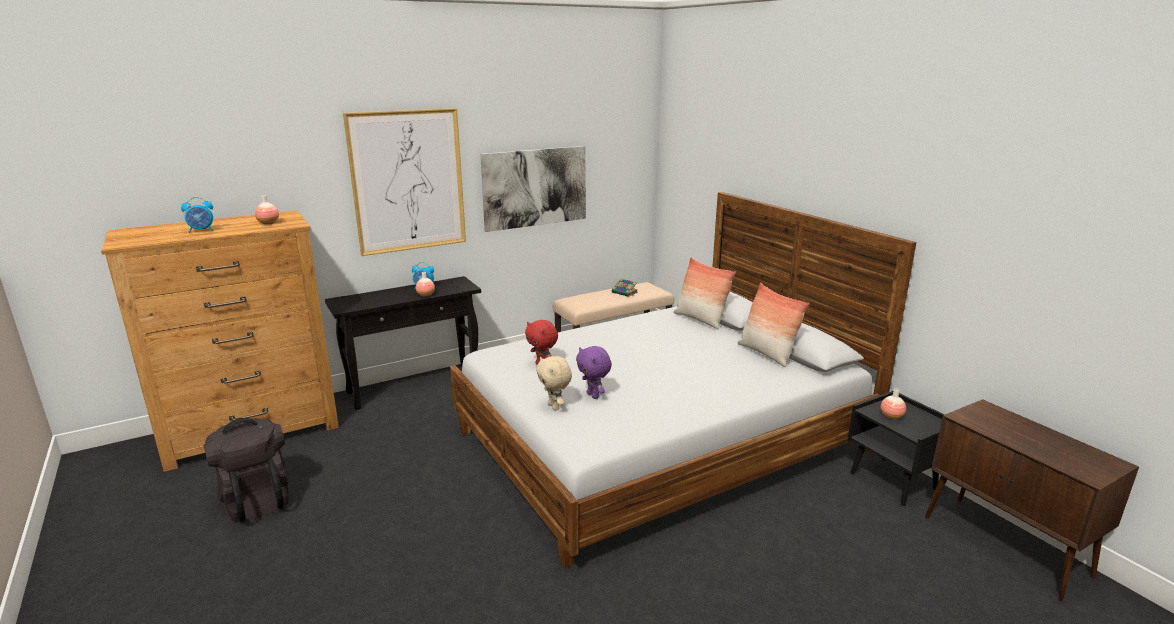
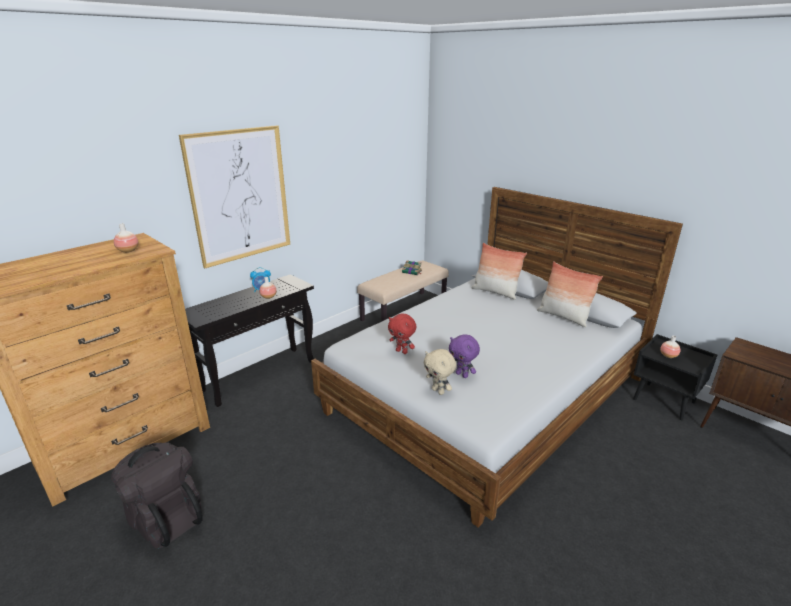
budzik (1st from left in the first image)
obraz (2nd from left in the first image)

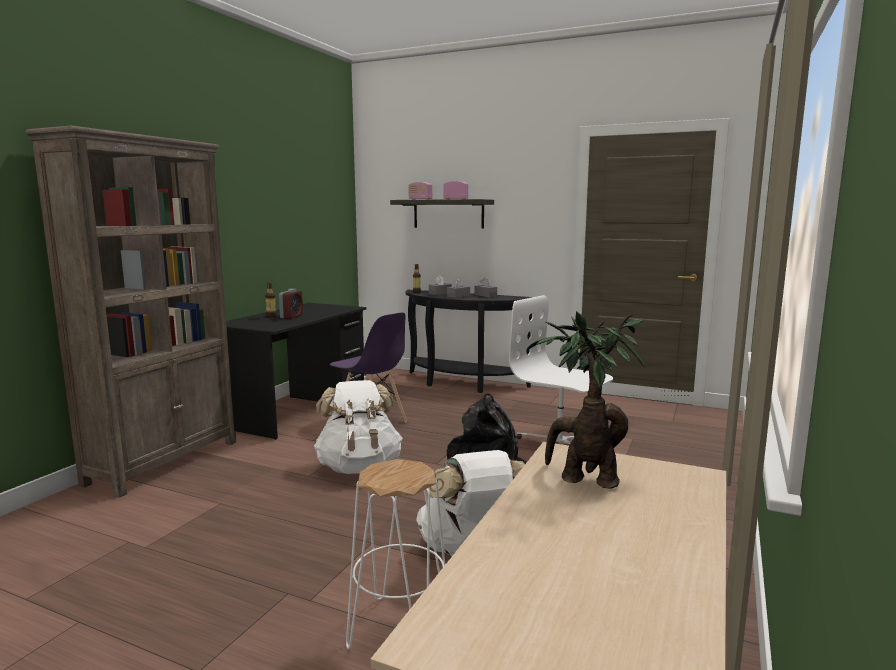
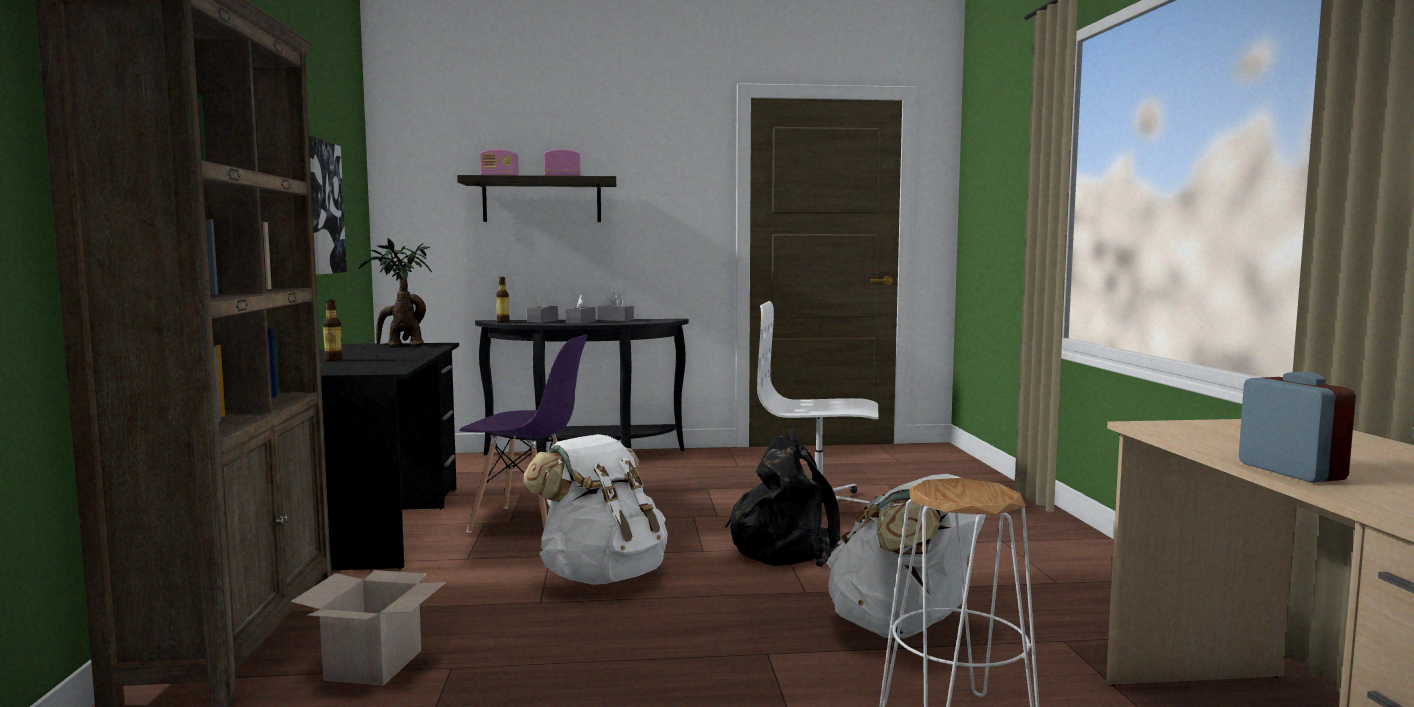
karton
obraz
roślina doniczkowa
budzik

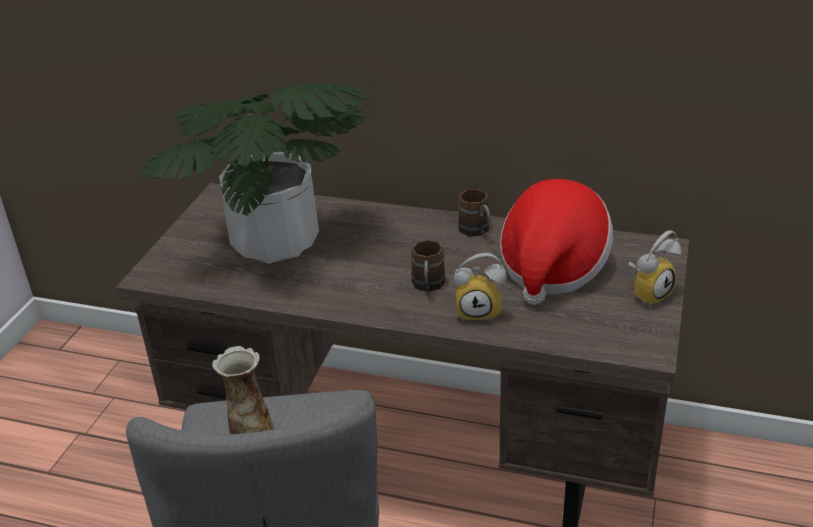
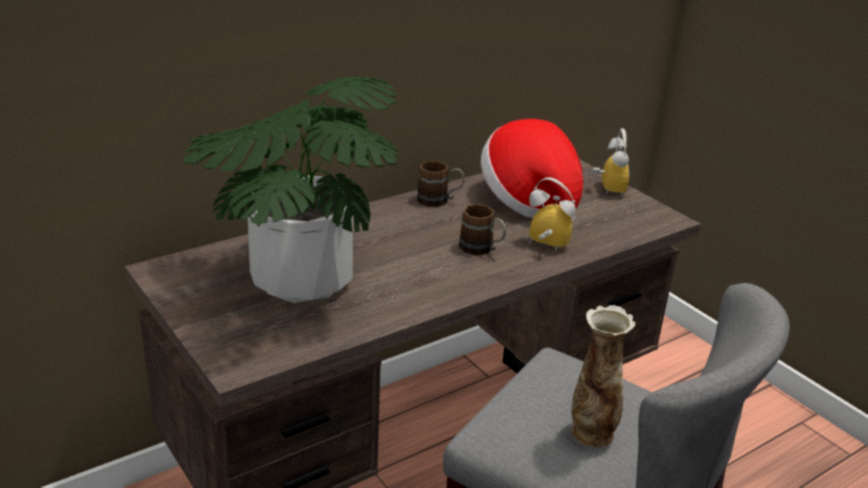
budzik (1st from left)

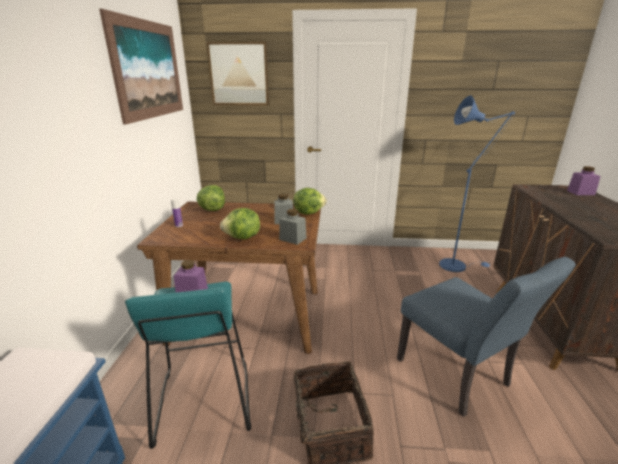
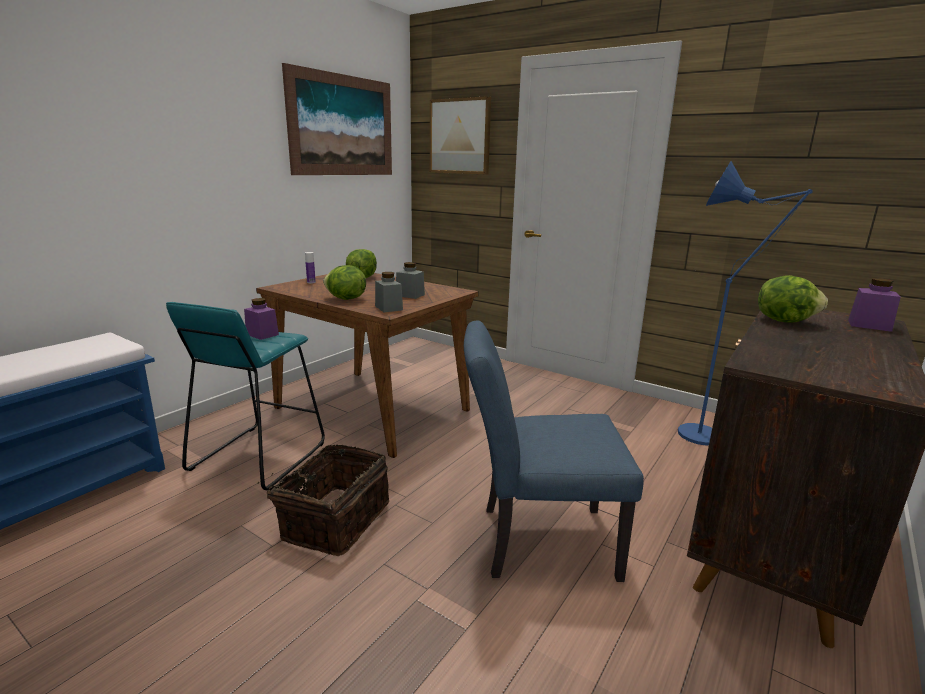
krzesło/niebieski
sałata (3rd from left)

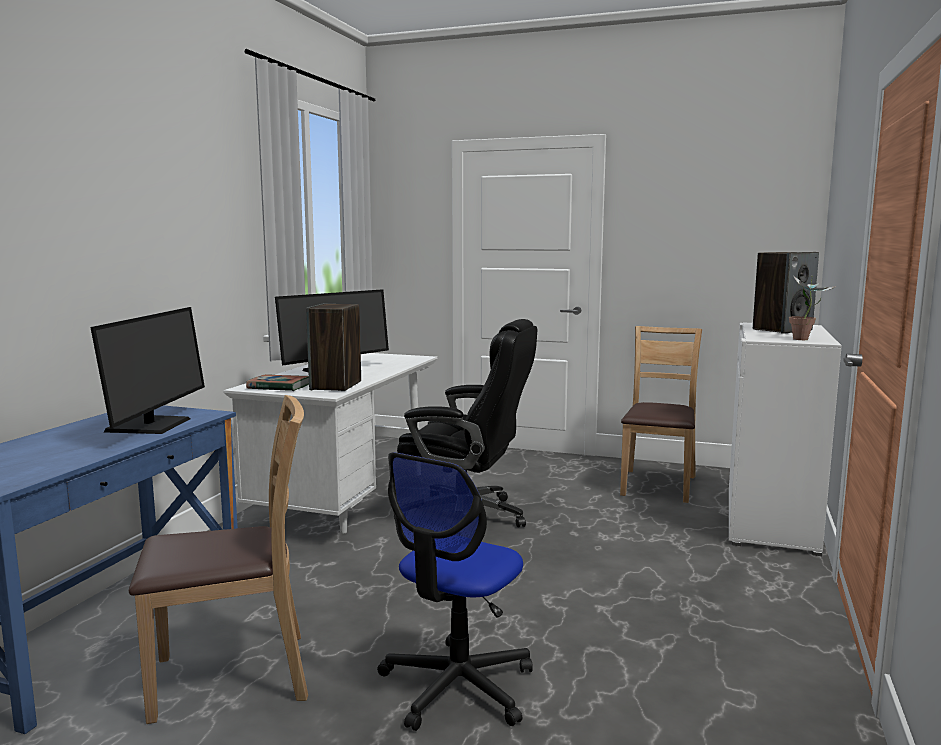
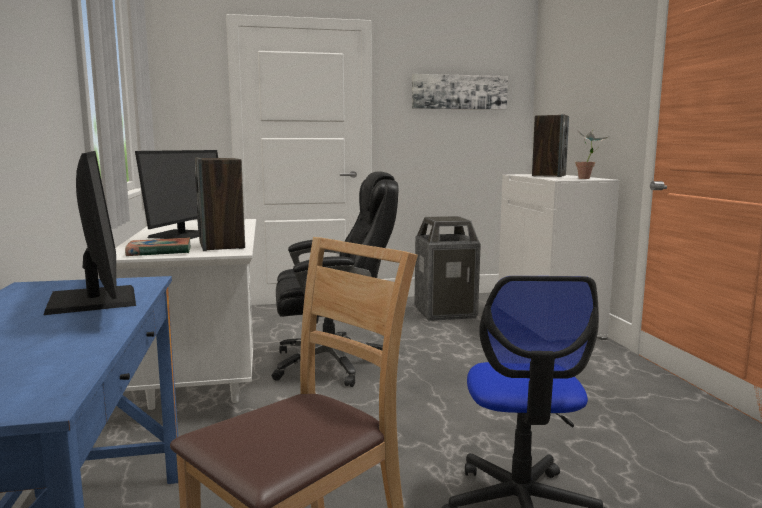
obraz
kosz na śmieci

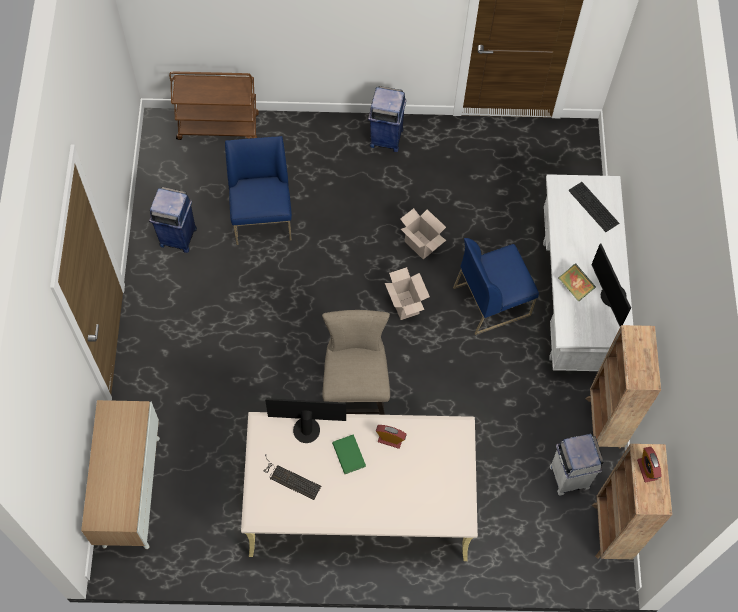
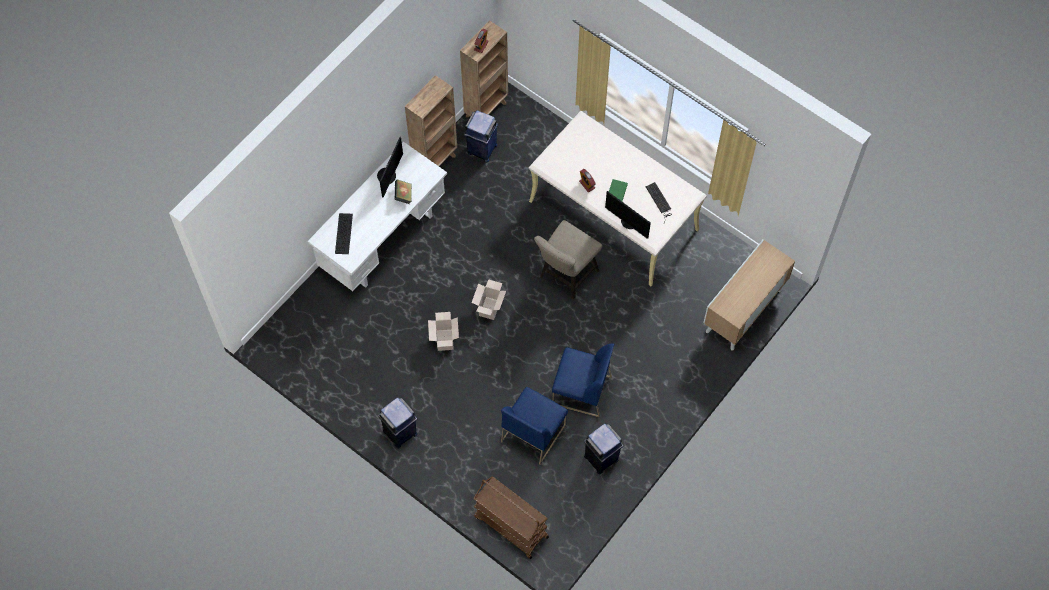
kosz na śmieci/niebieski (2nd from left)
krzesło/niebieski (2nd from left)

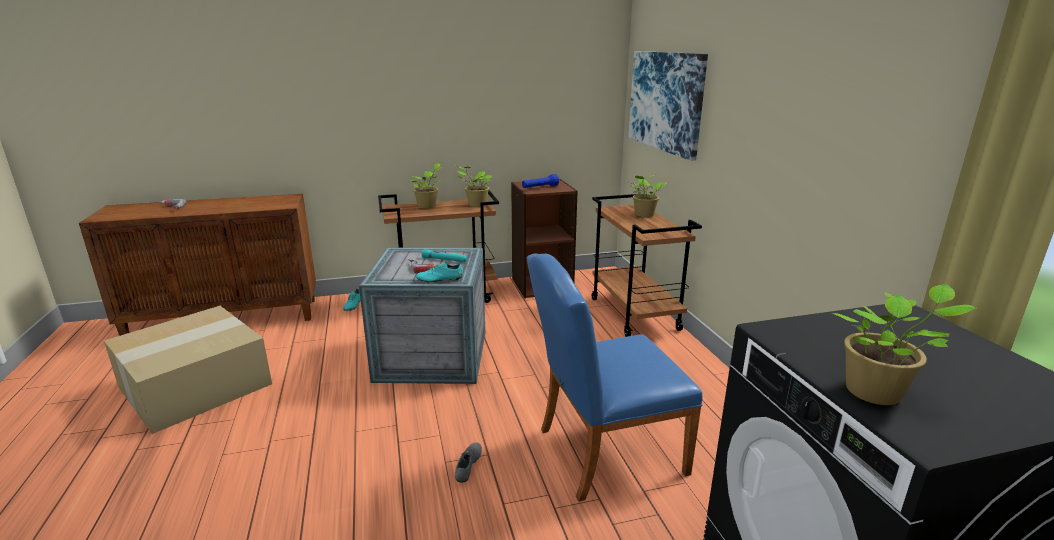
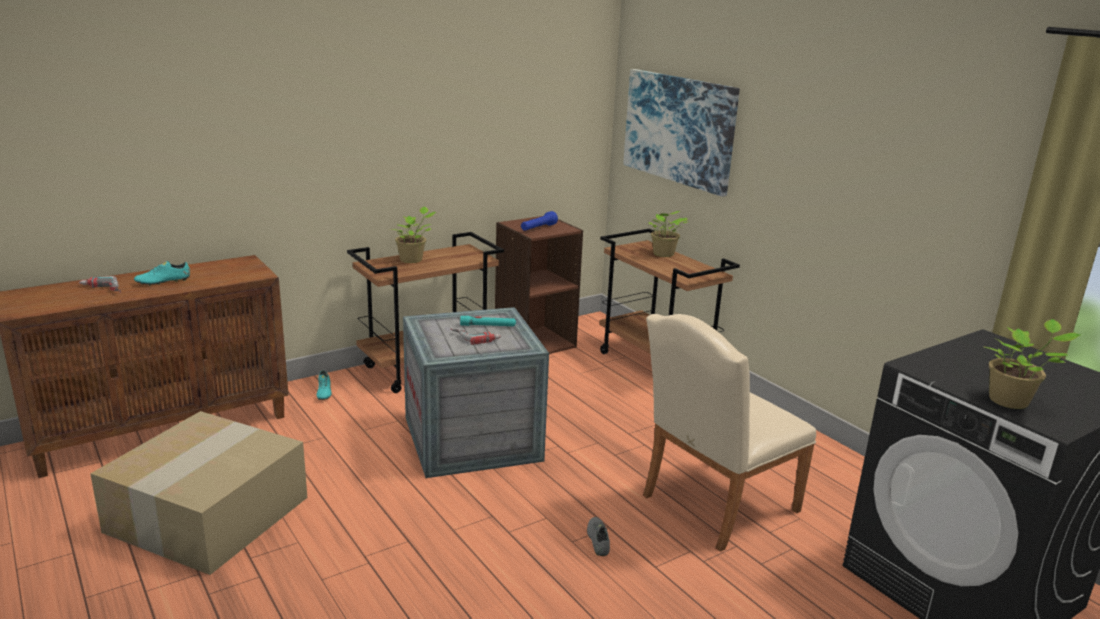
but/turkusowy (1st from left)
krzesło/beżowy
roślina doniczkowa (2nd from left in the first image)

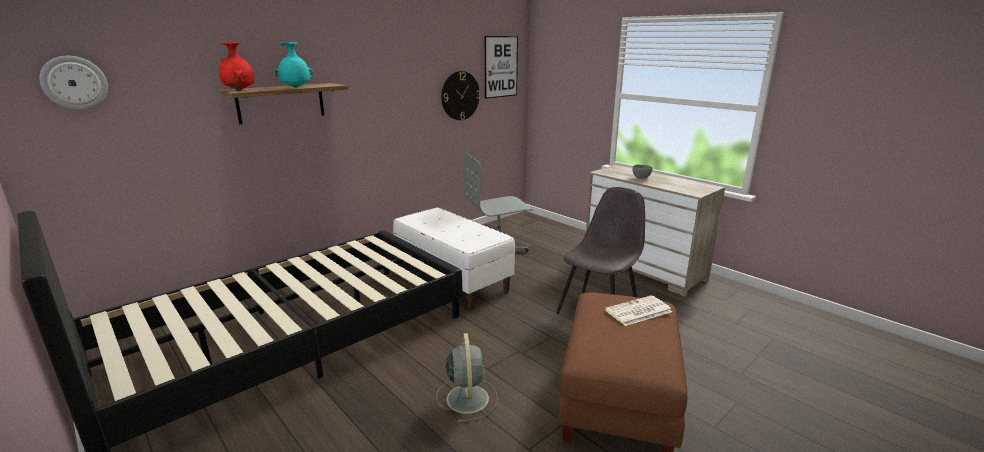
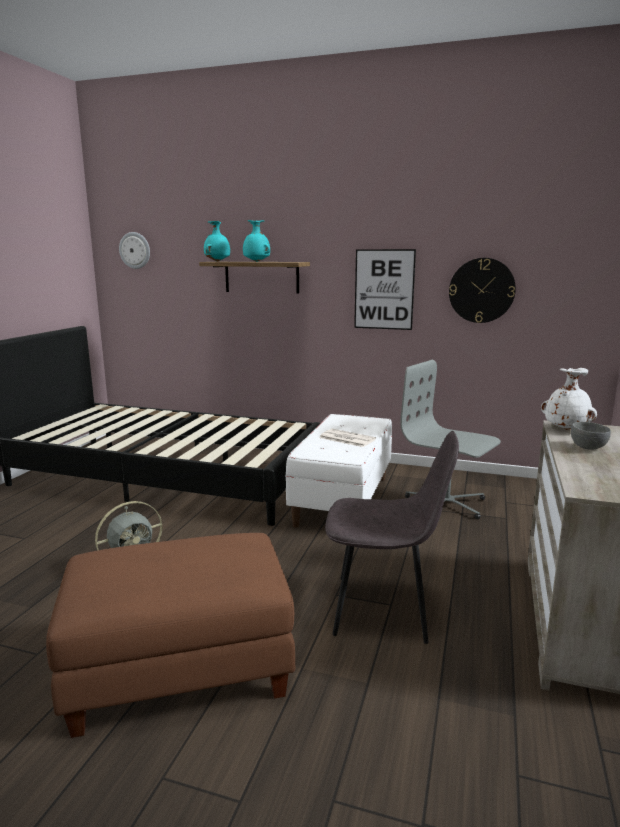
wazon/turkusowy (1st from left)
gazeta
obraz
wazon/biały

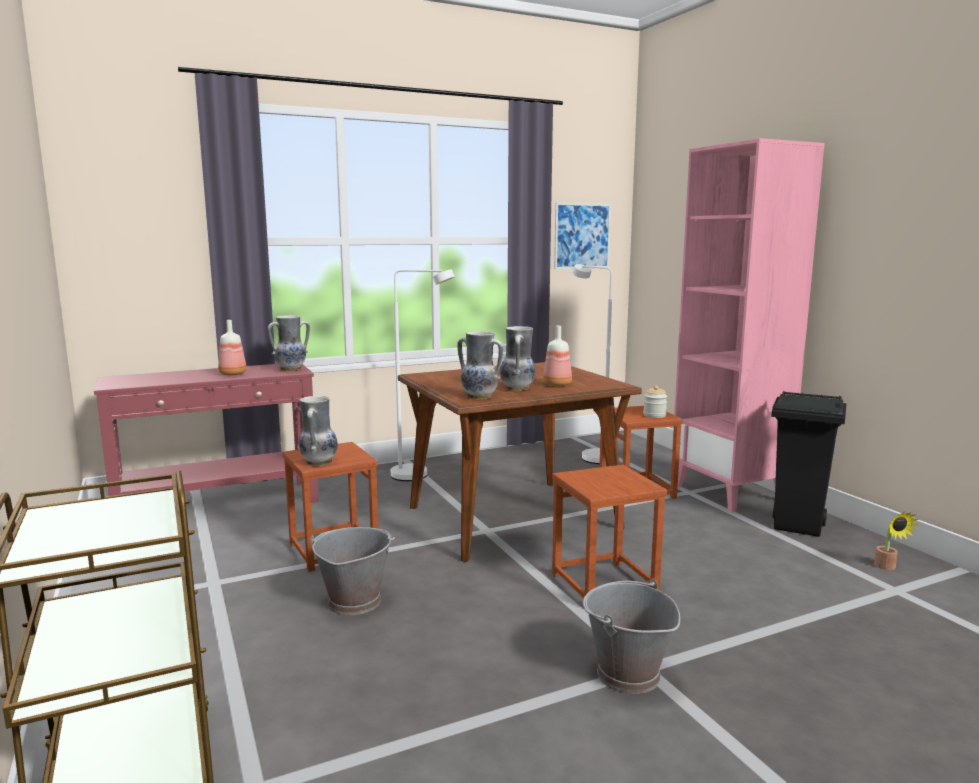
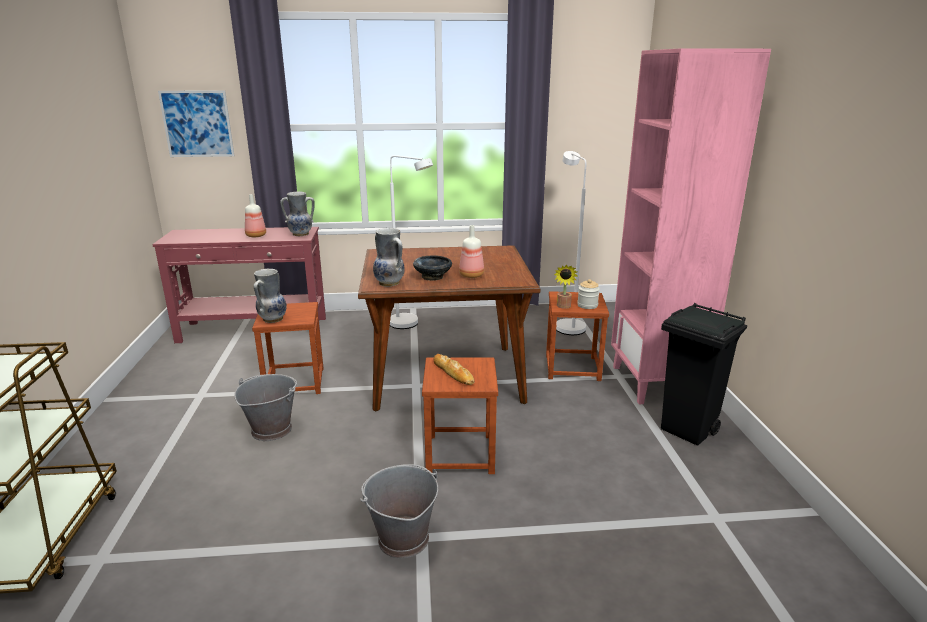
obraz
miska/czarny
chleb
roślina doniczkowa

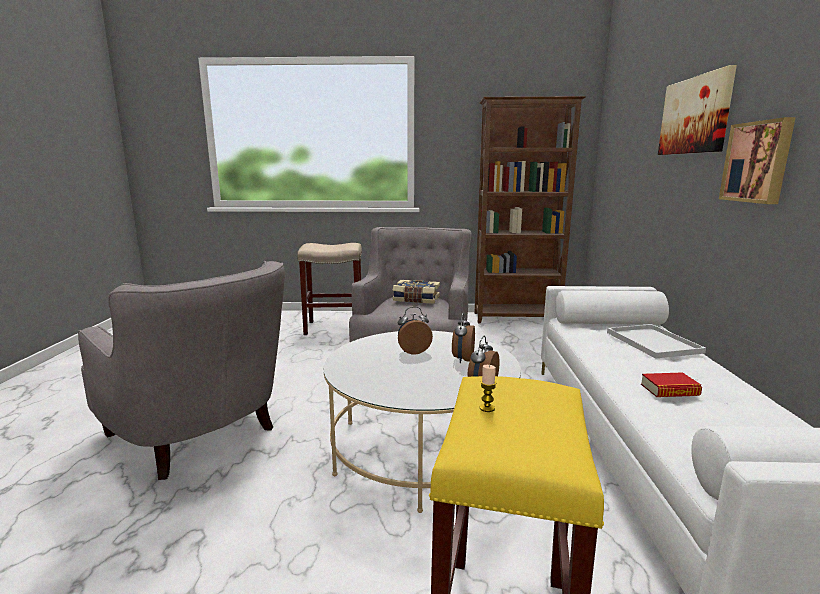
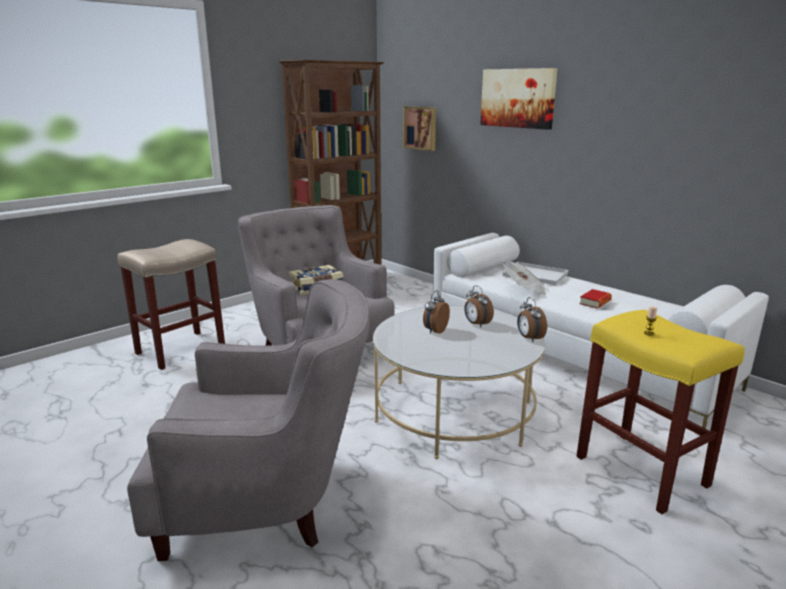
obraz (1st from left)
gazeta

